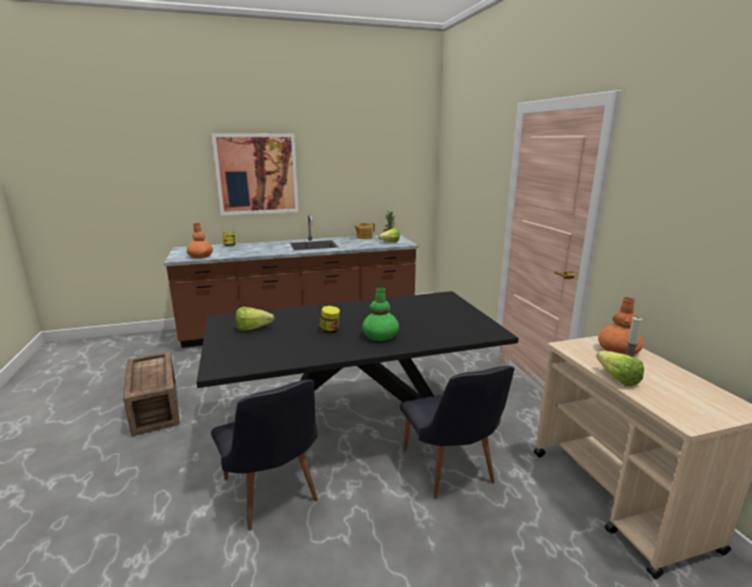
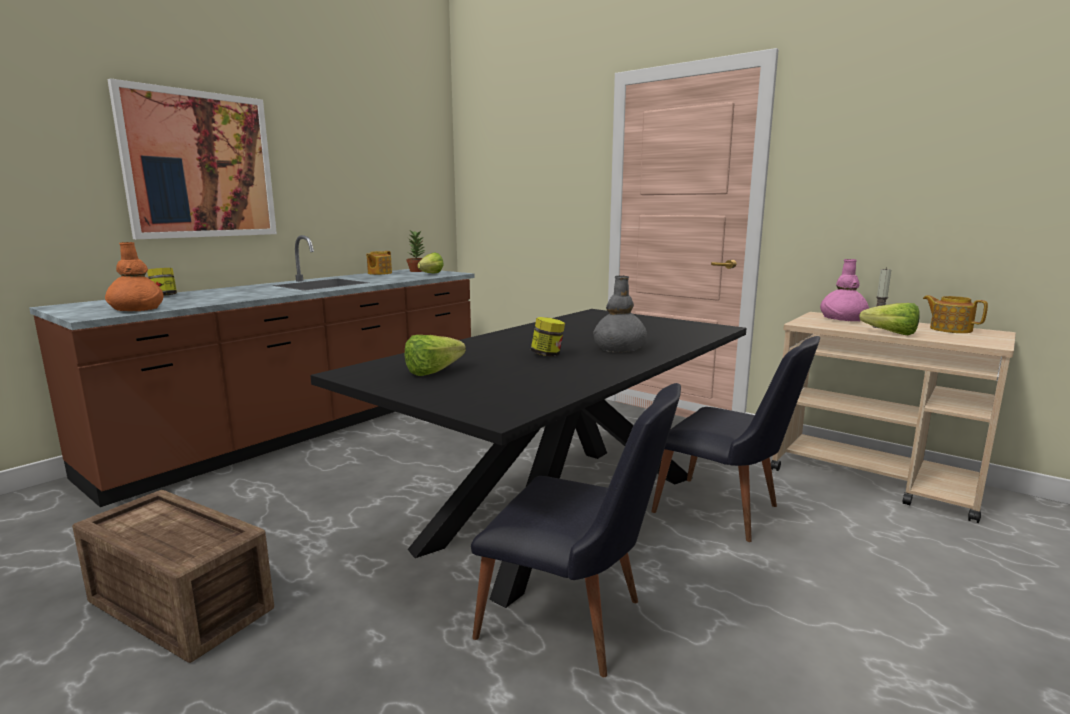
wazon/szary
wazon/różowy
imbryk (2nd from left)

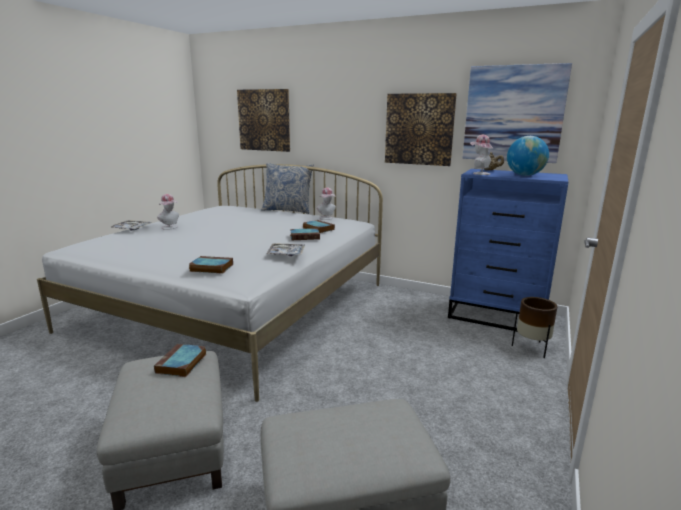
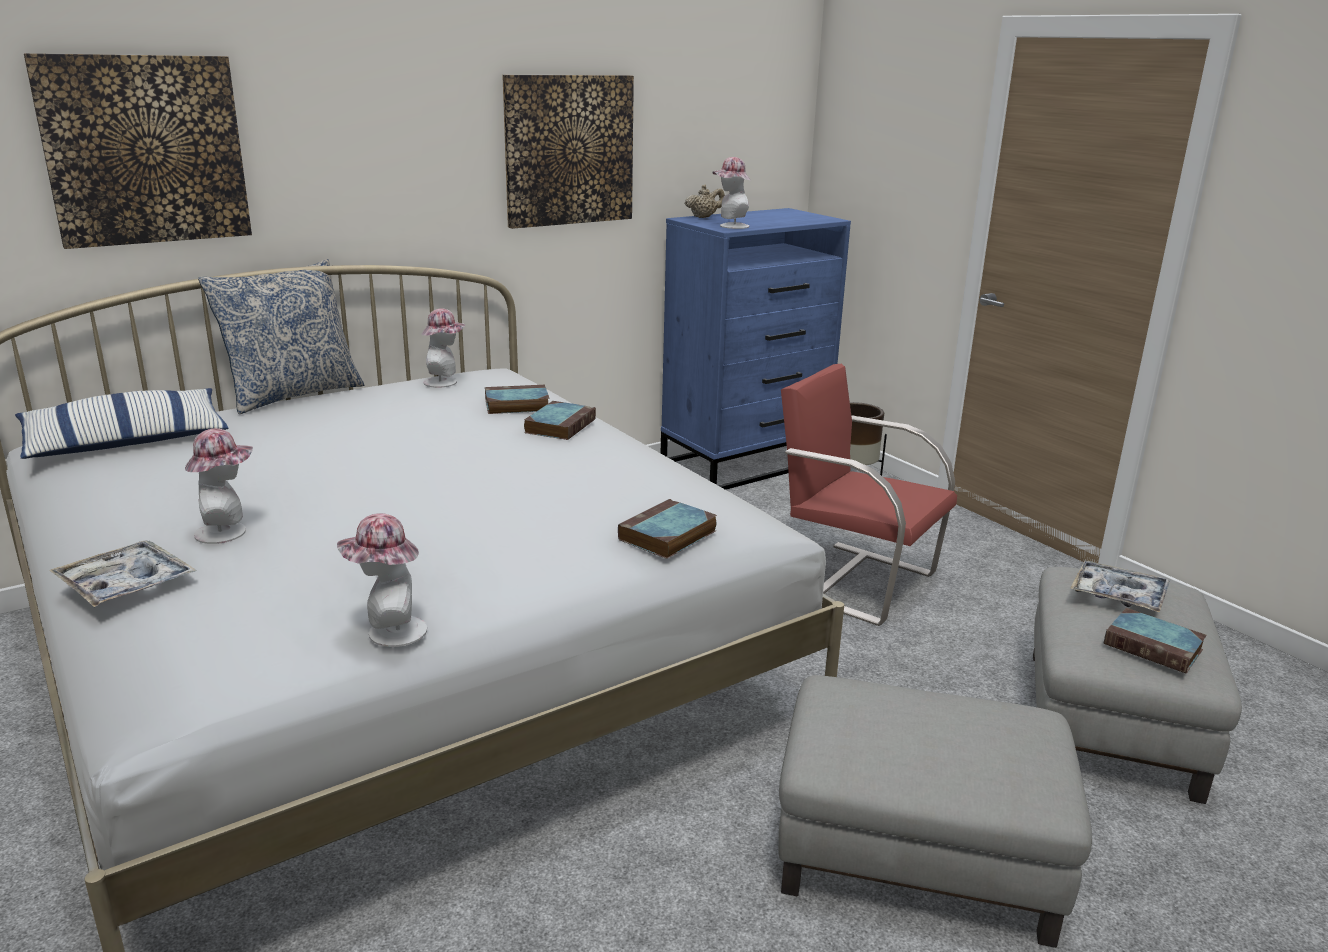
poduszka (1st from left)
kapelusz (2nd from left)
krzesło/czerwony
taca (2nd from left)
książka (4th from left)
obraz (3rd from left in the first image)
globus

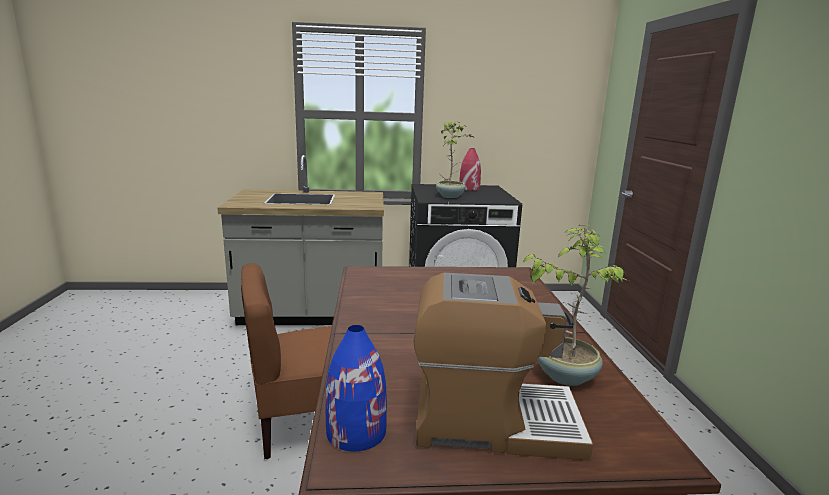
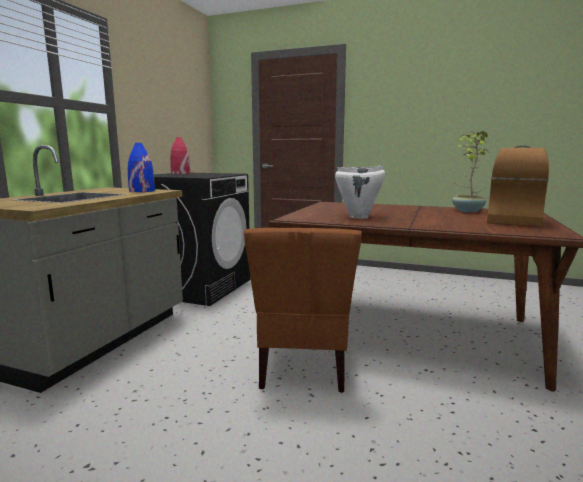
wazon/niebieski
garnek/biały
roślina doniczkowa (1st from left in the first image)

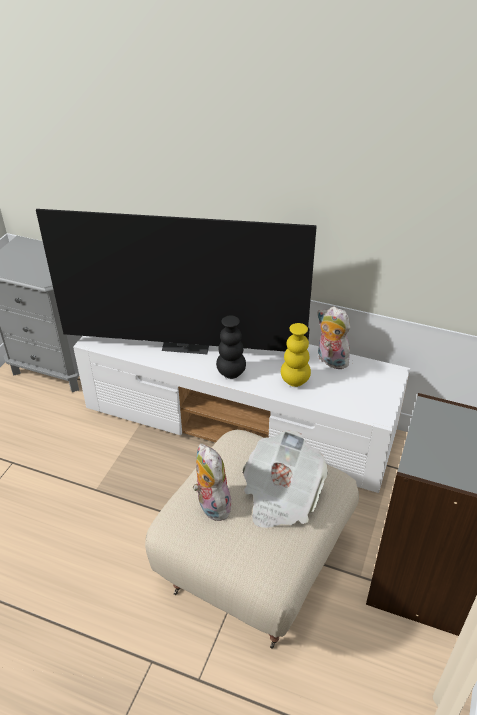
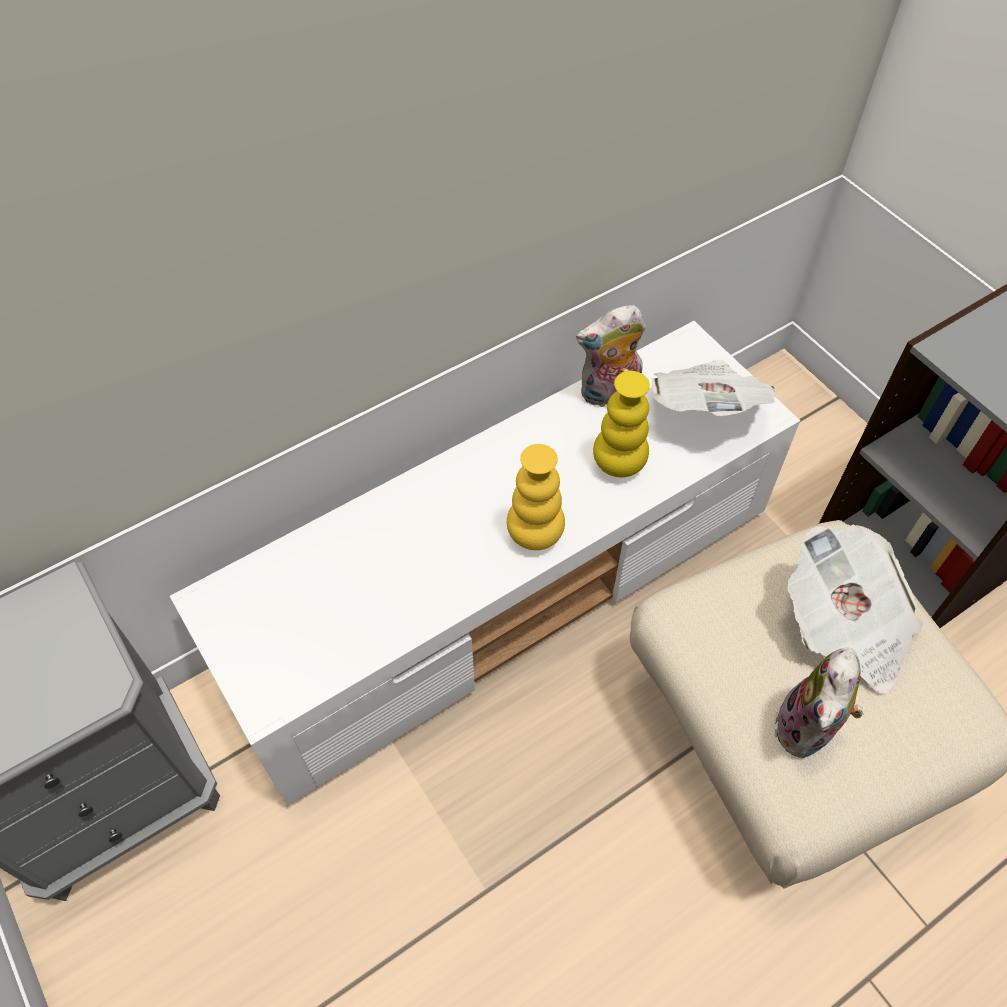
wazon/żółty (1st from left)
gazeta (1st from left)
pluszak (2nd from left)
telewizor

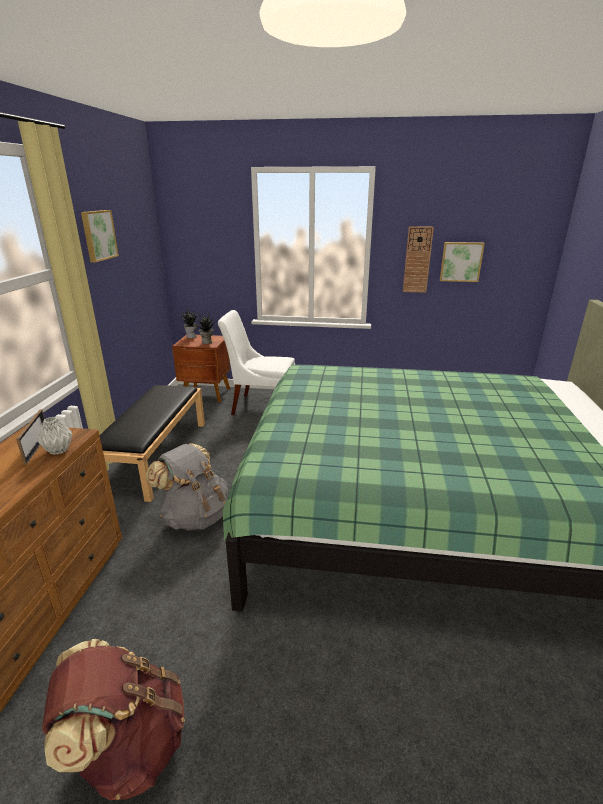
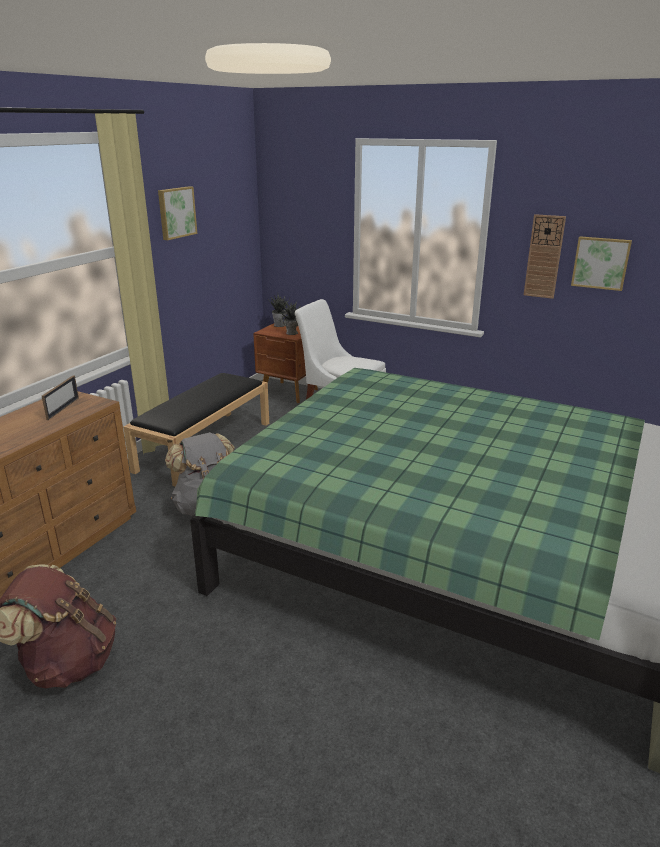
wazon/szary

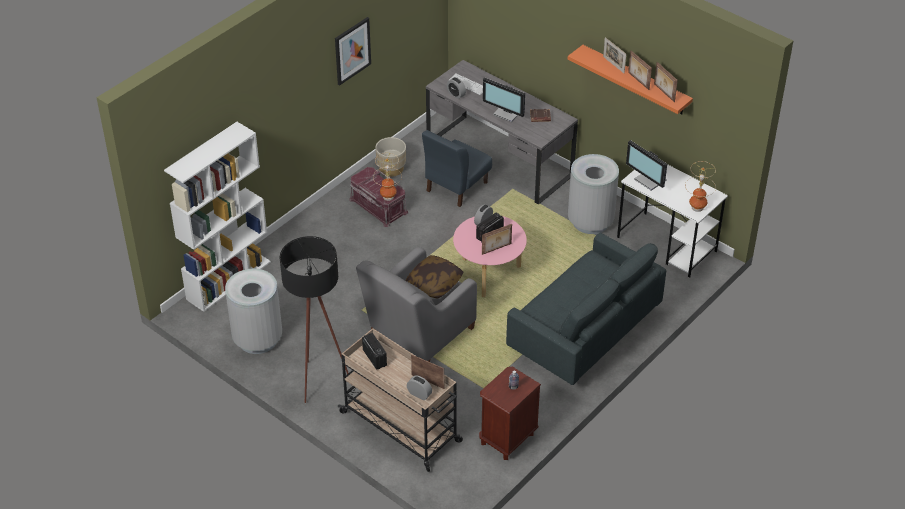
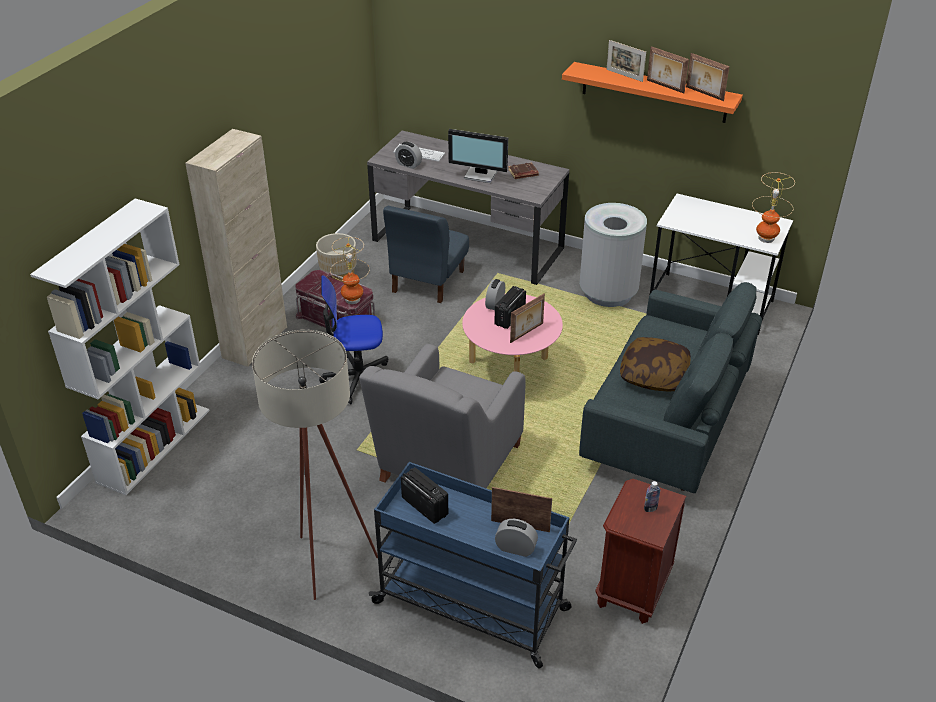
szafka/beżowy
lampa stojąca/beżowy
krzesło biurowe
wózek/niebieski
poduszka
kosz na śmieci/szary (1st from left in the first image)
obraz
monitor (2nd from left in the first image)

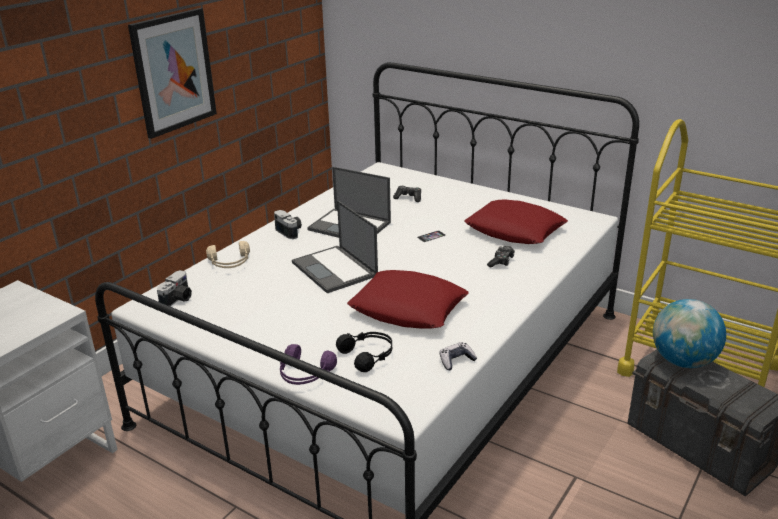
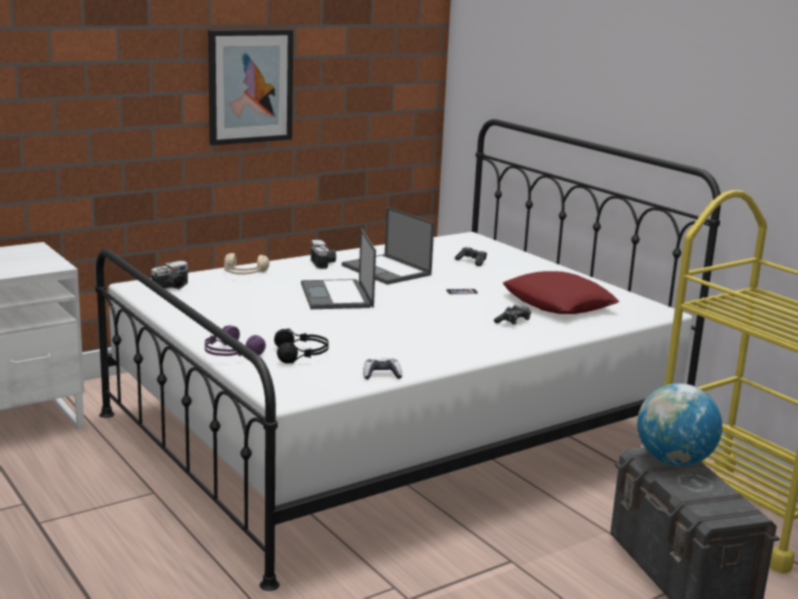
poduszka/czerwony (1st from left in the first image)

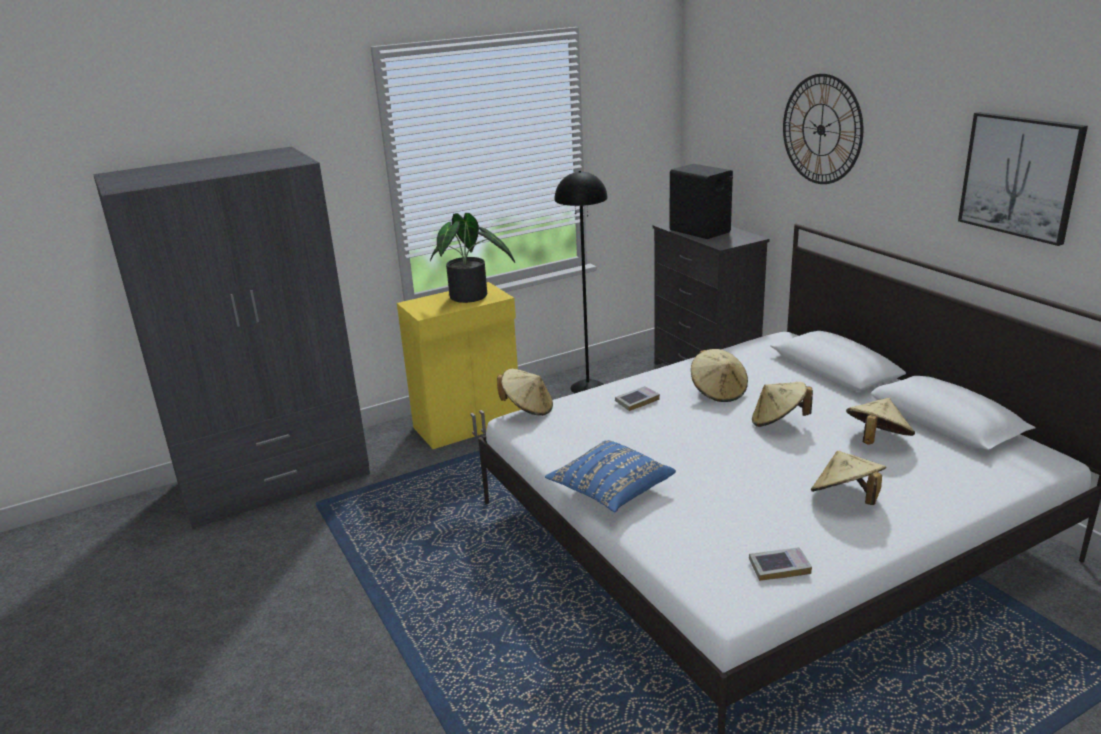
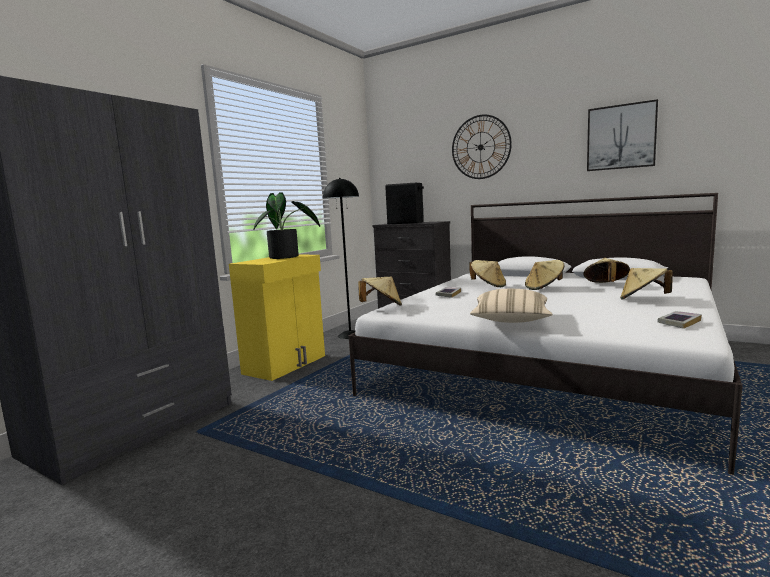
poduszka/beżowy

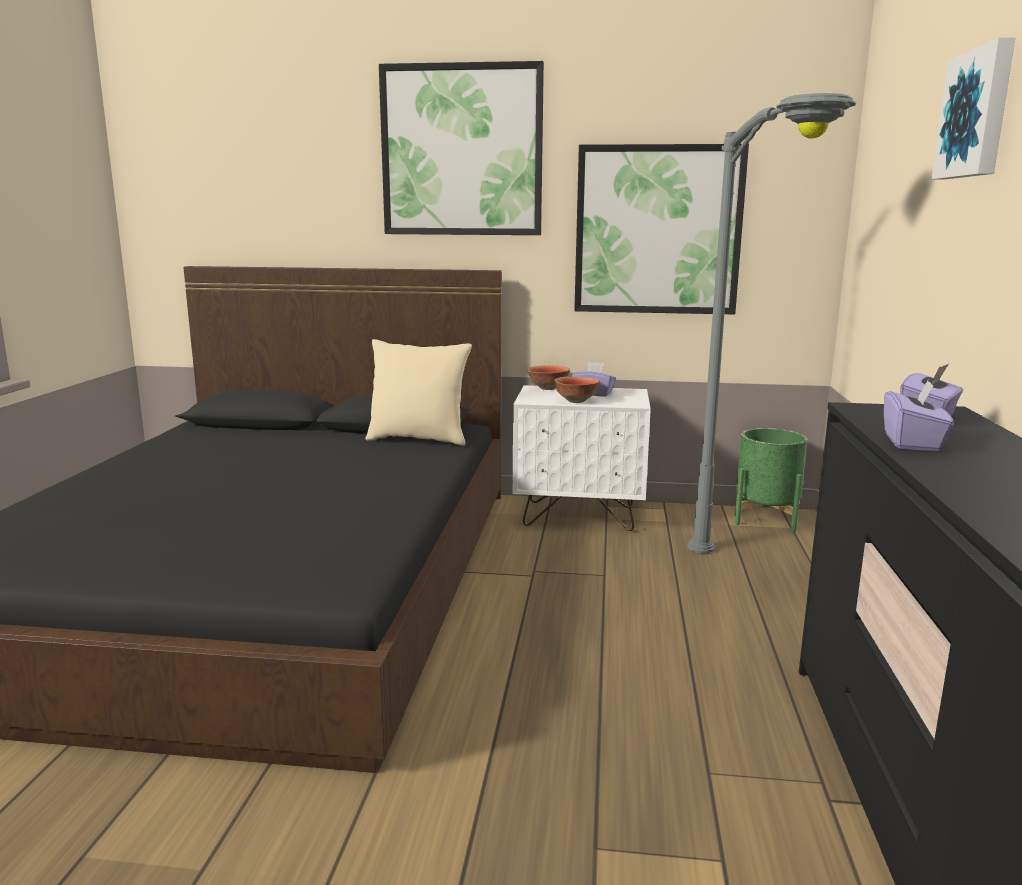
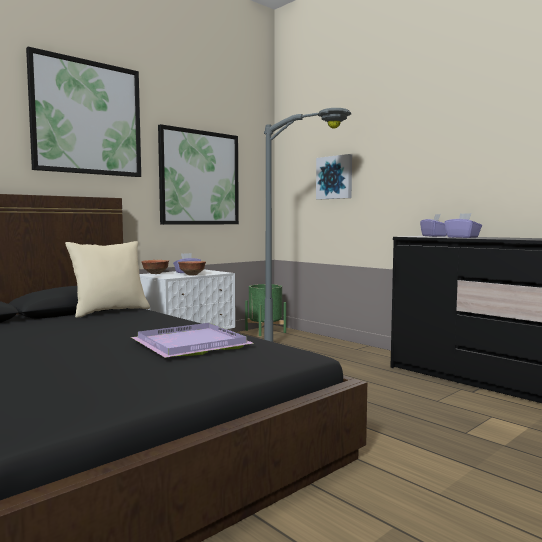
taca/fioletowy
obraz (3rd from left)

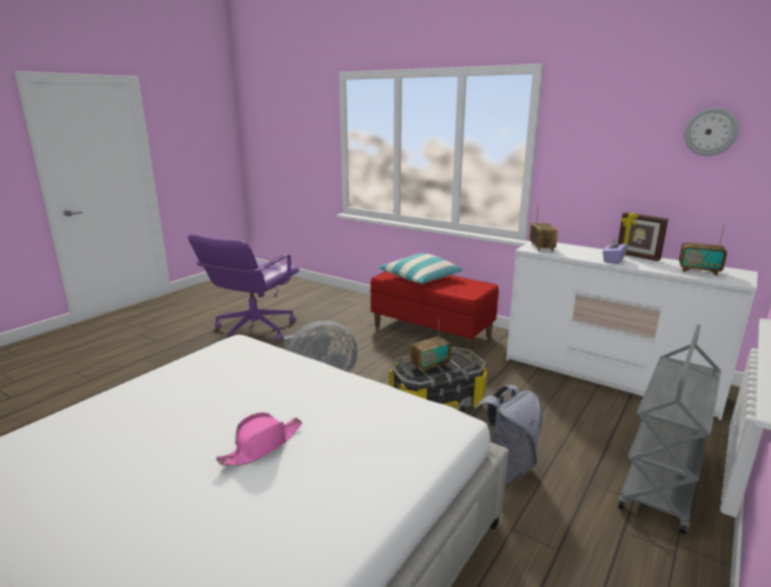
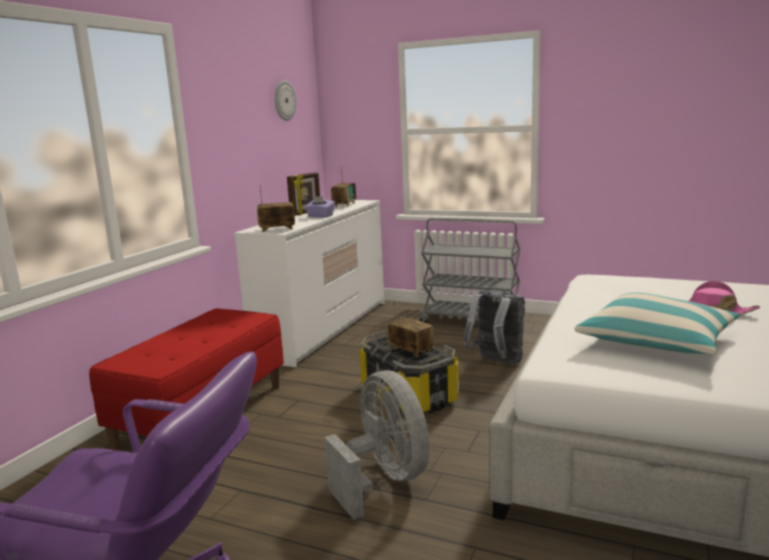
poduszka

